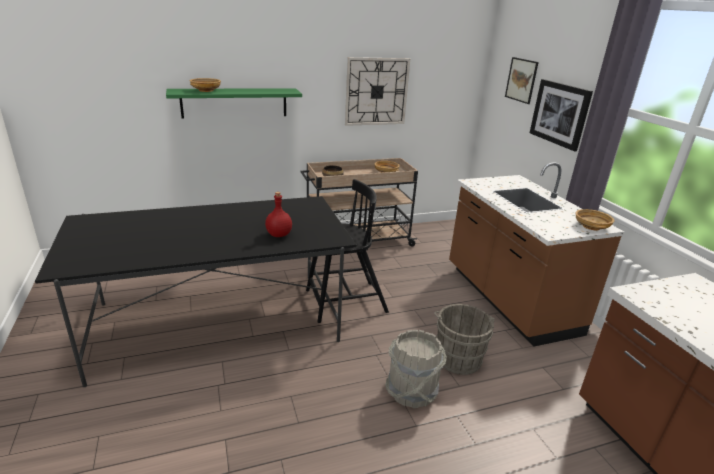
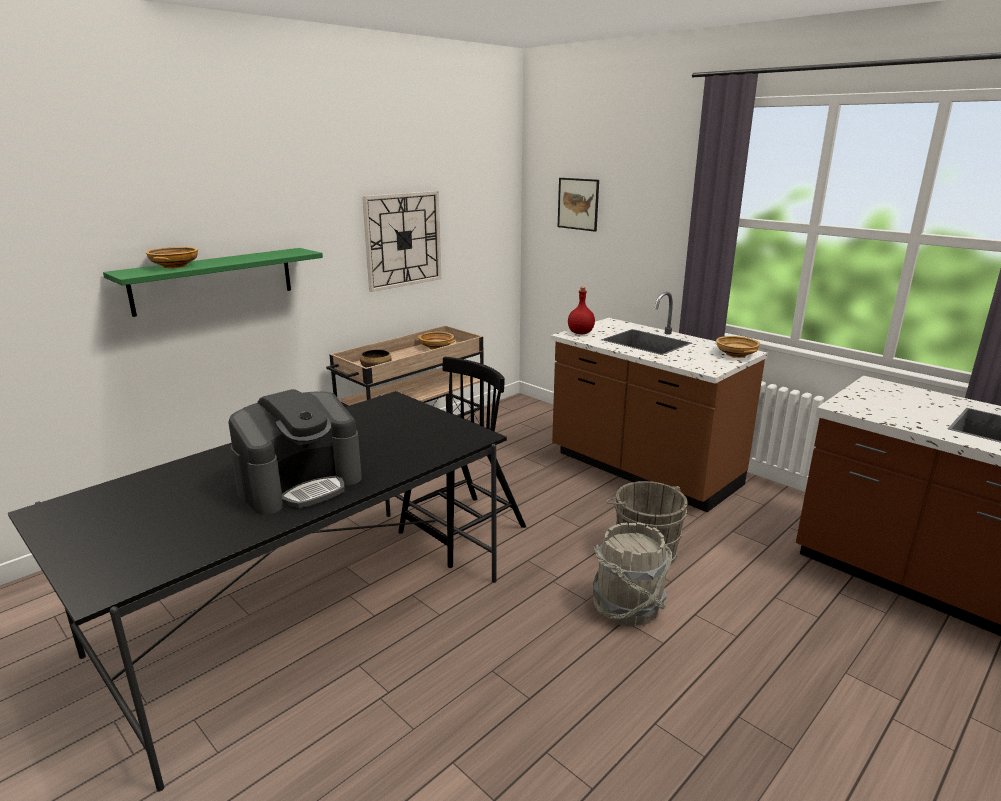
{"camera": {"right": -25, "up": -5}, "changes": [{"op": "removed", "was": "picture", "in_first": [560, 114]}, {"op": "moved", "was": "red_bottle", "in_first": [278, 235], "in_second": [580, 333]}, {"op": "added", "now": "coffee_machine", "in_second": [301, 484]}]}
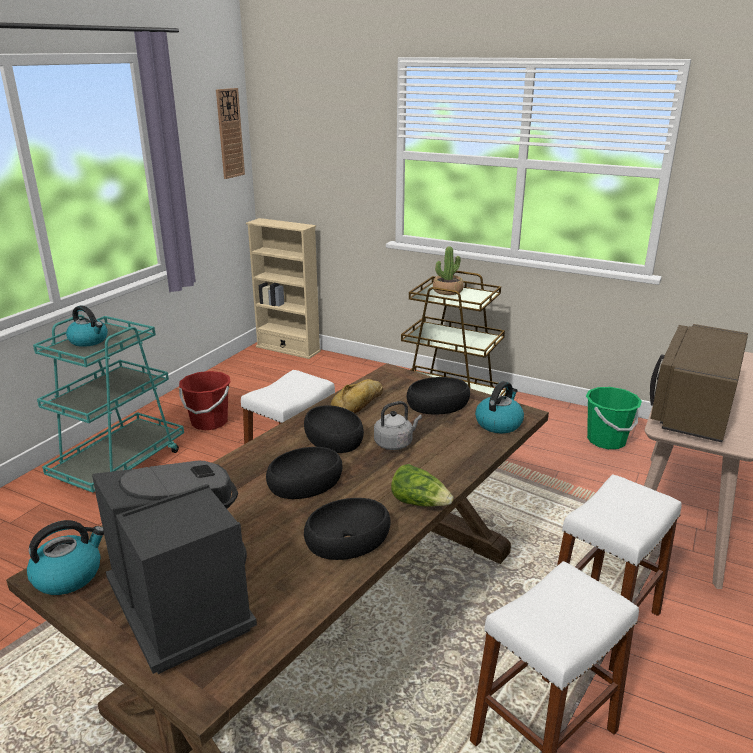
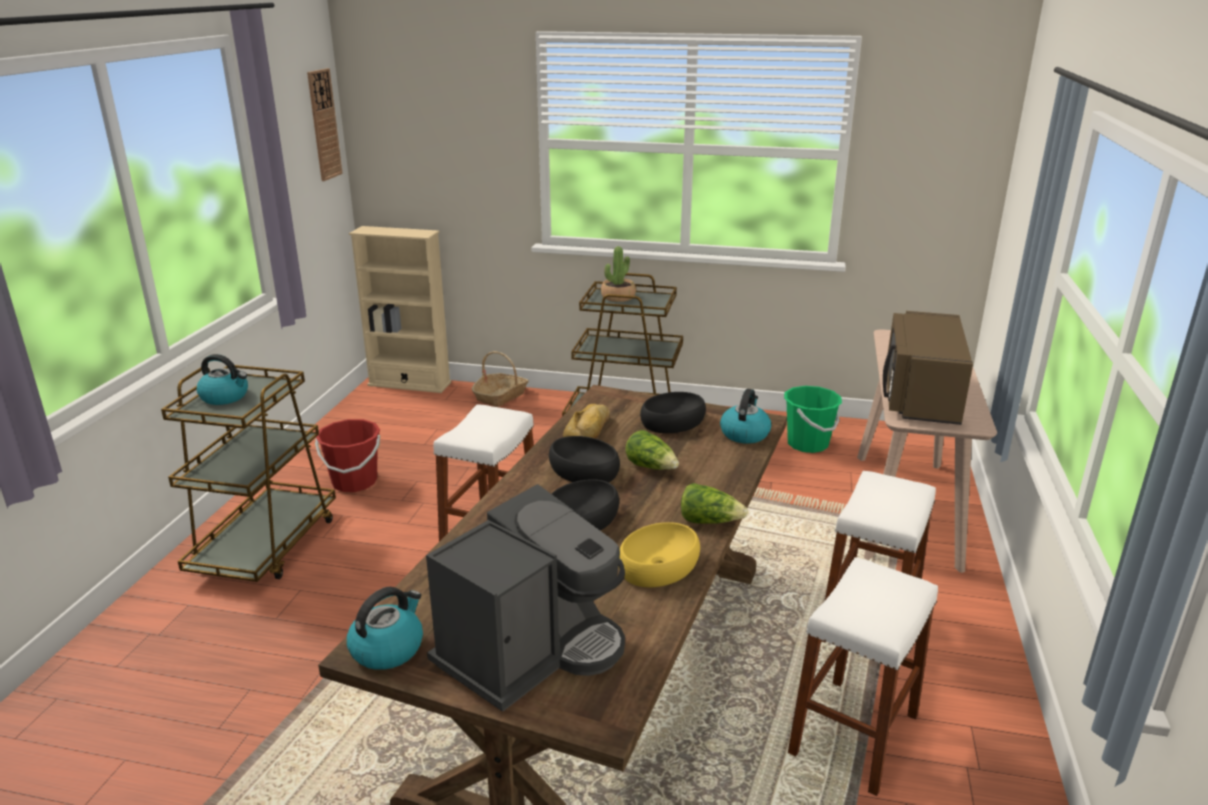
{"camera": {"right": -15, "up": 0}, "changes": [{"op": "recoloured", "was": "turquoise_cart", "now": "brown_cart", "in_first": [120, 464], "in_second": [266, 545]}, {"op": "replaced", "was": "grey_kettle", "now": "lettuce", "in_first": [395, 443], "in_second": [651, 467]}, {"op": "turned", "was": "coffee_machine", "in_first": [184, 602], "in_second": [531, 651], "clockwise": 90}, {"op": "recoloured", "was": "black_bowl", "now": "yellow_bowl", "in_first": [347, 539], "in_second": [659, 566]}, {"op": "added", "now": "basket", "in_second": [501, 396]}]}
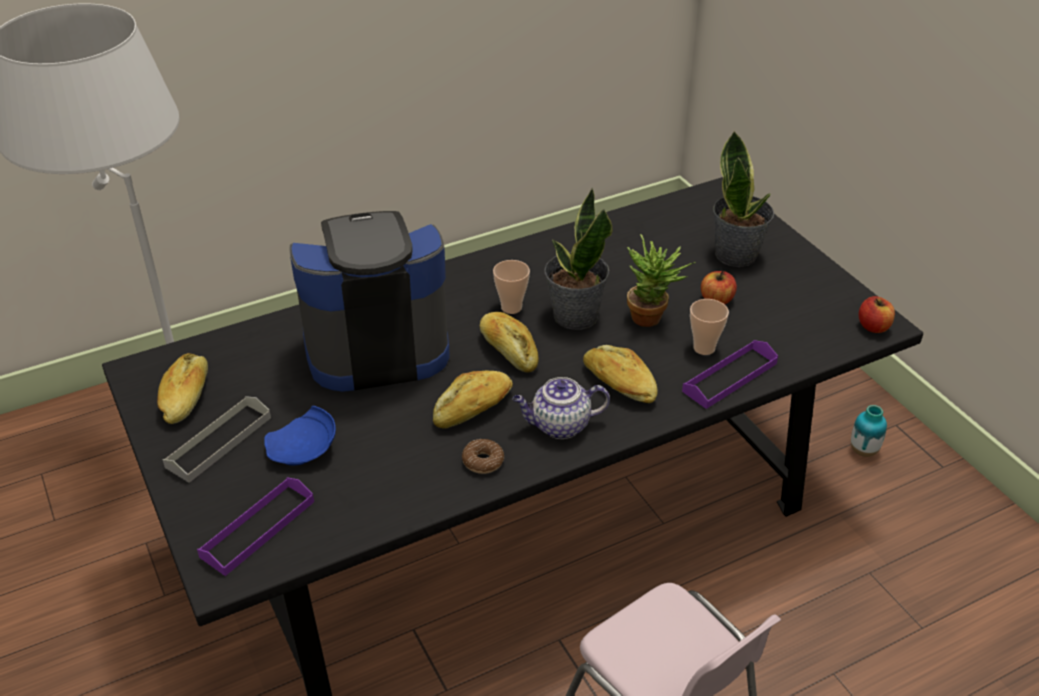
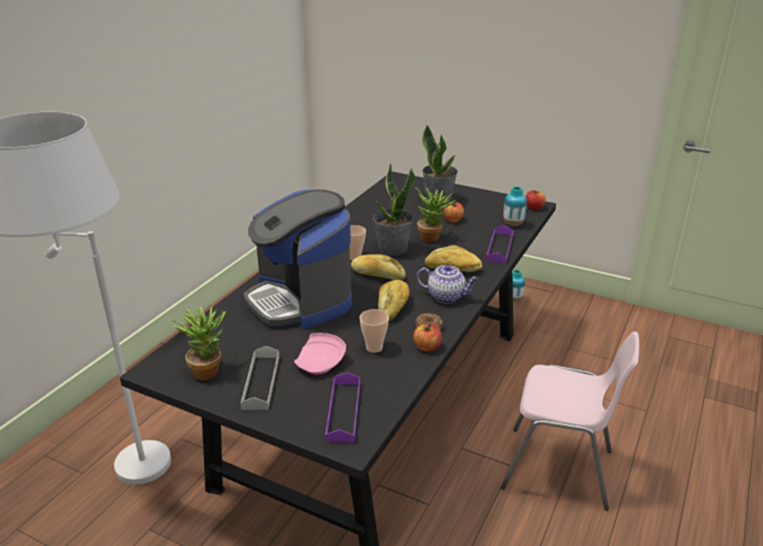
{"camera": {"right": -35, "up": -10}, "changes": [{"op": "turned", "was": "coffee_machine", "in_first": [376, 347], "in_second": [300, 300], "clockwise": -75}, {"op": "moved", "was": "cup", "in_first": [704, 348], "in_second": [374, 348]}, {"op": "replaced", "was": "bread", "now": "potted_plant", "in_first": [186, 397], "in_second": [208, 369]}, {"op": "turned", "was": "teapot", "in_first": [559, 426], "in_second": [447, 296], "clockwise": -120}, {"op": "recoloured", "was": "blue_plate", "now": "pink_plate", "in_first": [304, 450], "in_second": [321, 363]}, {"op": "added", "now": "vase", "in_second": [513, 224]}, {"op": "added", "now": "apple", "in_second": [427, 347]}]}
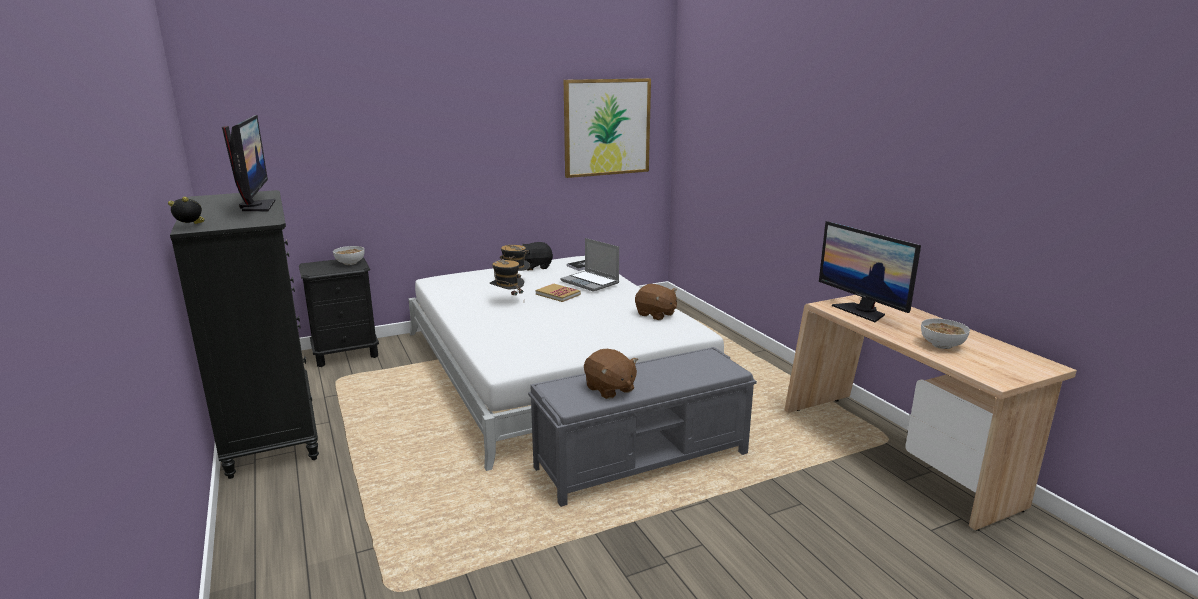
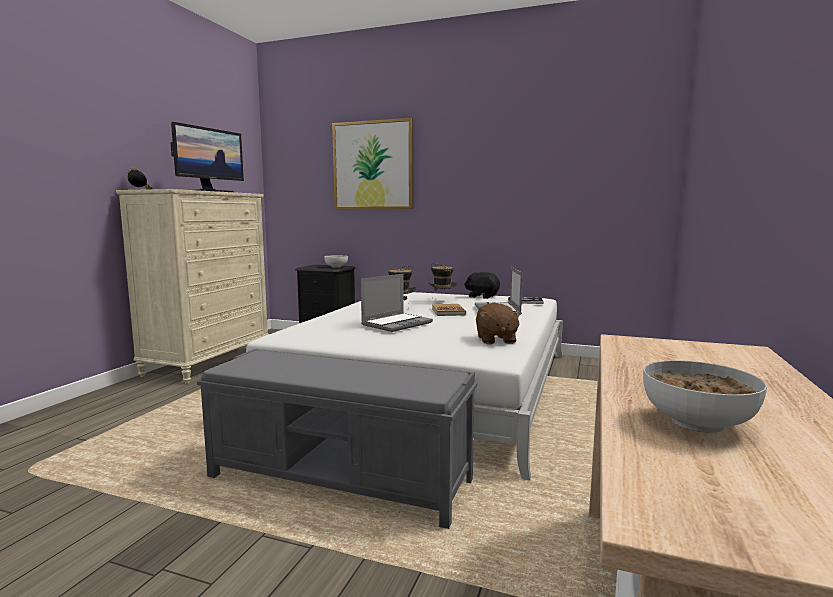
{"camera": {"right": 45, "up": -10}, "changes": [{"op": "moved", "was": "picture", "in_first": [607, 127], "in_second": [373, 165]}, {"op": "recoloured", "was": "black_dresser", "now": "beige_dresser", "in_first": [270, 429], "in_second": [209, 362]}, {"op": "removed", "was": "monitor", "in_first": [862, 311]}, {"op": "removed", "was": "brown_plush_toy", "in_first": [609, 389]}, {"op": "added", "now": "laptop", "in_second": [397, 323]}]}
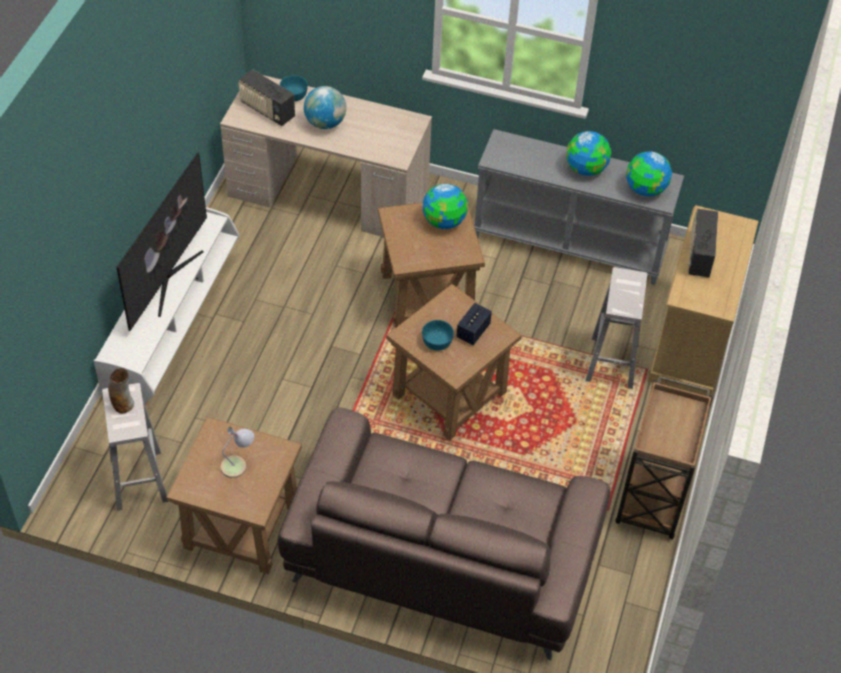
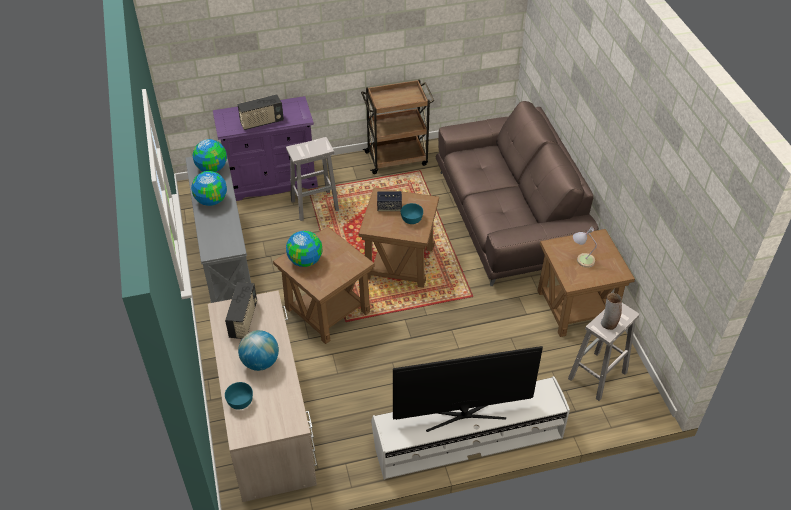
{"camera": {"right": -120, "up": -5}, "changes": [{"op": "moved", "was": "radio", "in_first": [267, 110], "in_second": [244, 320]}, {"op": "recoloured", "was": "beige_dresser", "now": "purple_dresser", "in_first": [691, 341], "in_second": [271, 181]}]}
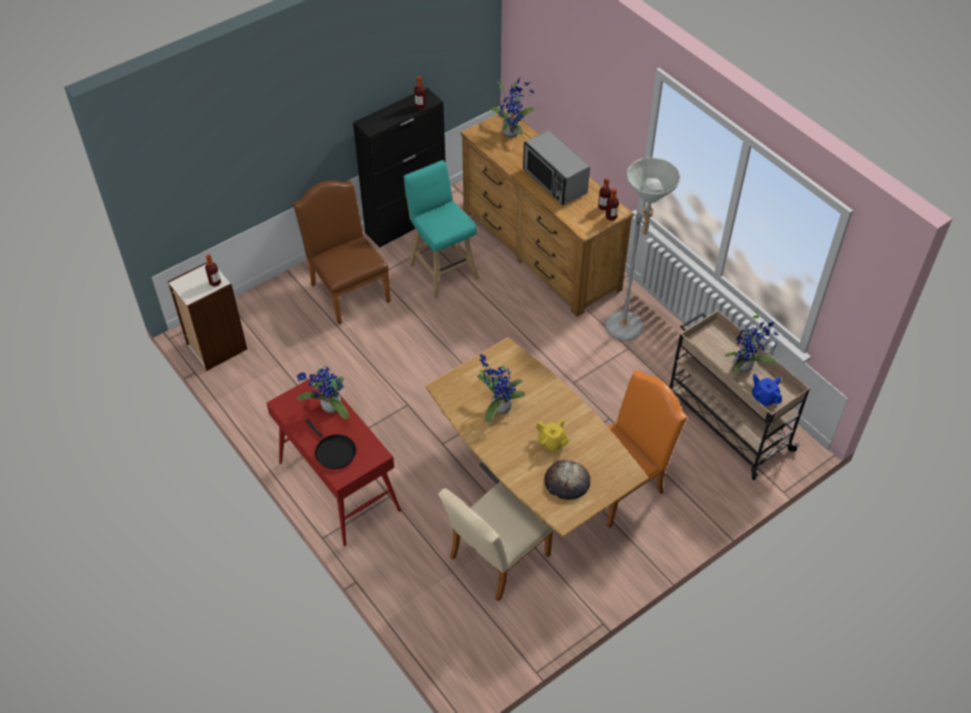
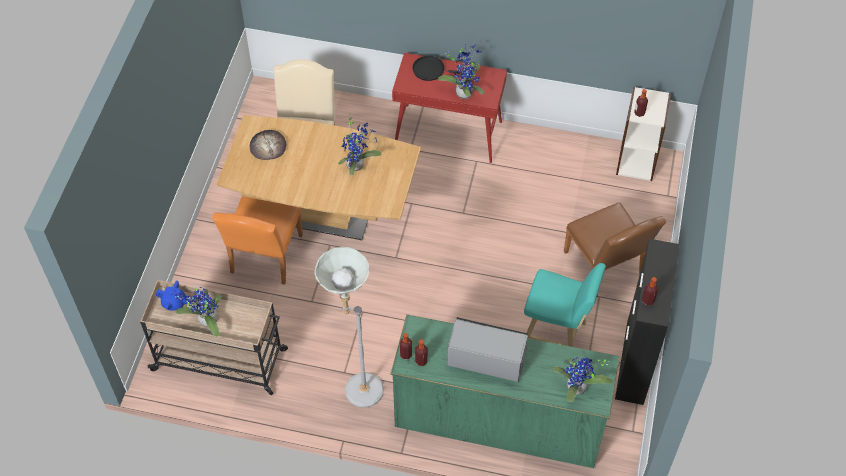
{"camera": {"right": 140, "up": 5}, "changes": [{"op": "recoloured", "was": "brown_dresser", "now": "green_dresser", "in_first": [540, 249], "in_second": [499, 419]}, {"op": "turned", "was": "brown_chair", "in_first": [348, 289], "in_second": [606, 268], "clockwise": 45}, {"op": "removed", "was": "yellow_teapot", "in_first": [552, 442]}]}
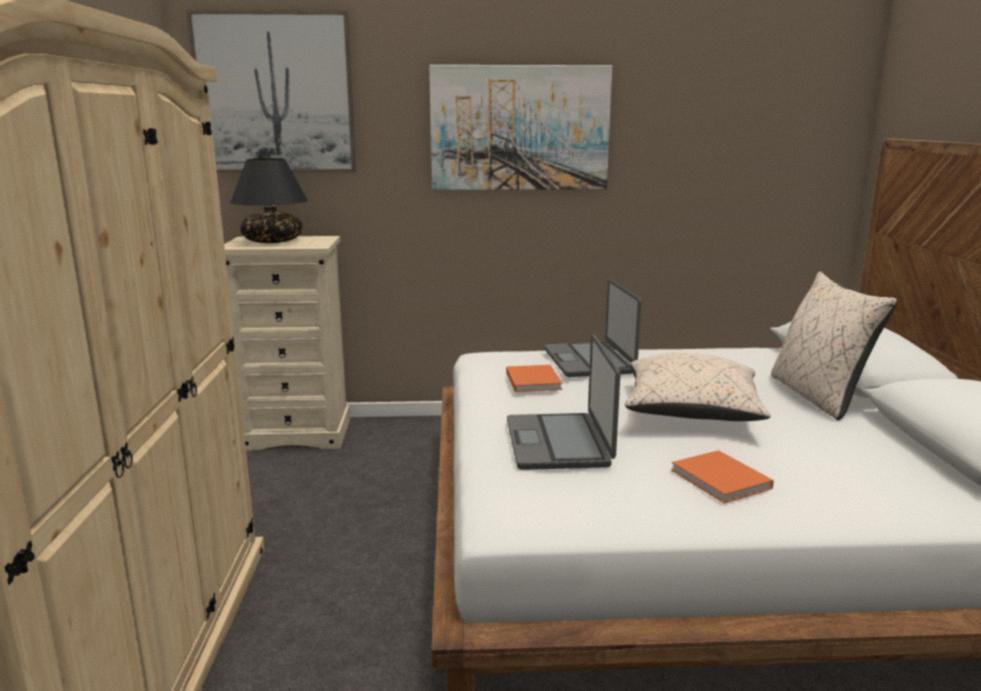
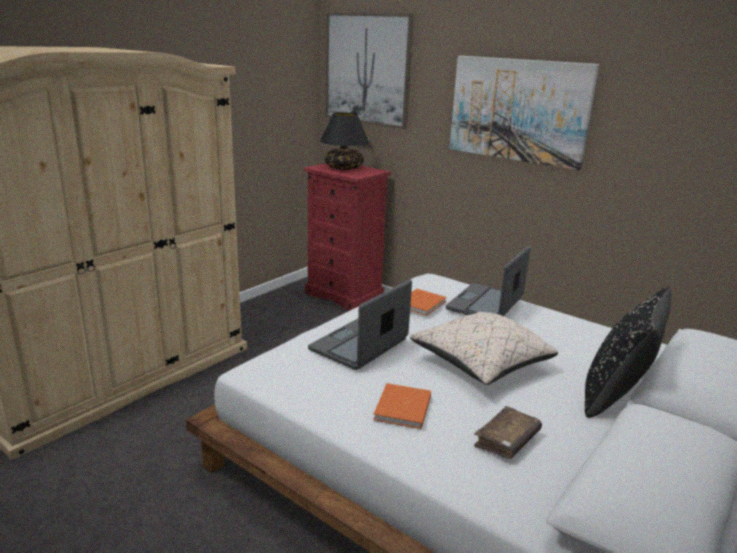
{"camera": {"right": 40, "up": 5}, "changes": [{"op": "recoloured", "was": "beige_dresser", "now": "red_dresser", "in_first": [297, 434], "in_second": [344, 295]}, {"op": "recoloured", "was": "beige_pillow", "now": "black_pillow", "in_first": [818, 396], "in_second": [615, 396]}, {"op": "added", "now": "brown_book", "in_second": [507, 440]}]}
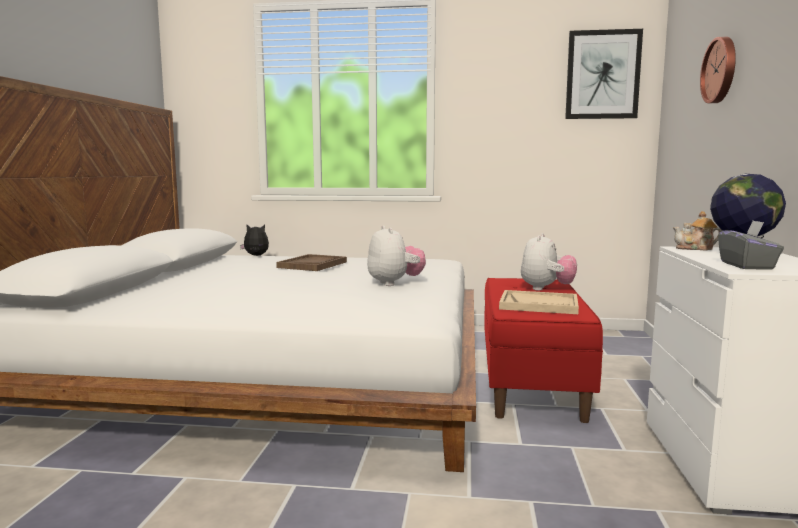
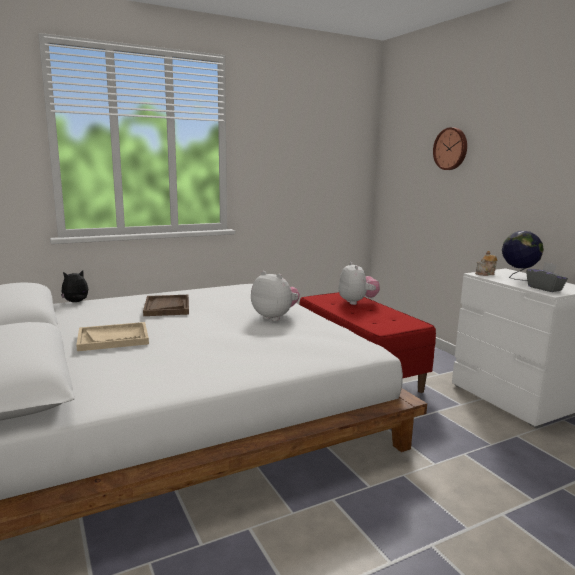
{"camera": {"right": -35, "up": 5}, "changes": [{"op": "removed", "was": "picture", "in_first": [602, 75]}, {"op": "moved", "was": "beige_tray", "in_first": [539, 305], "in_second": [113, 338]}]}
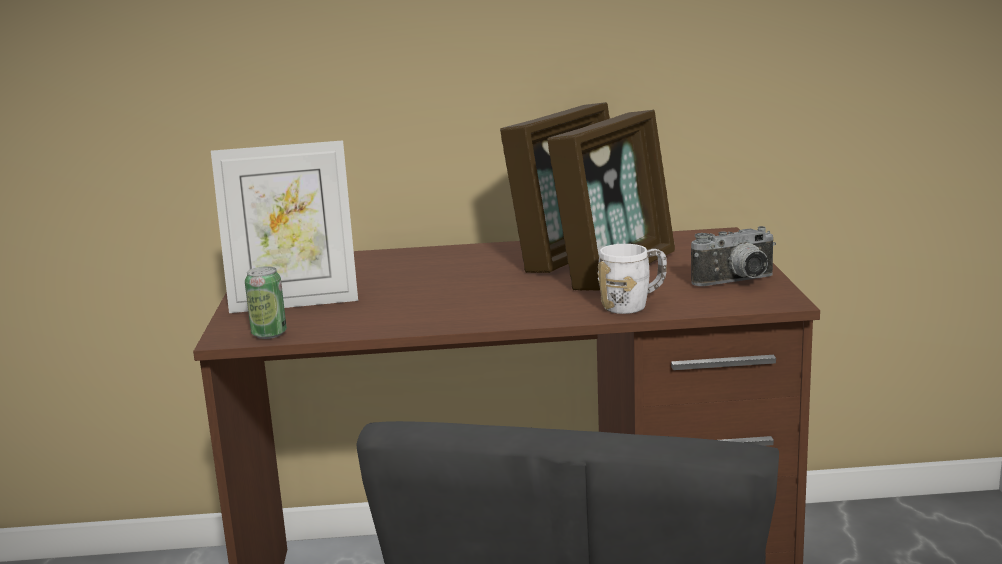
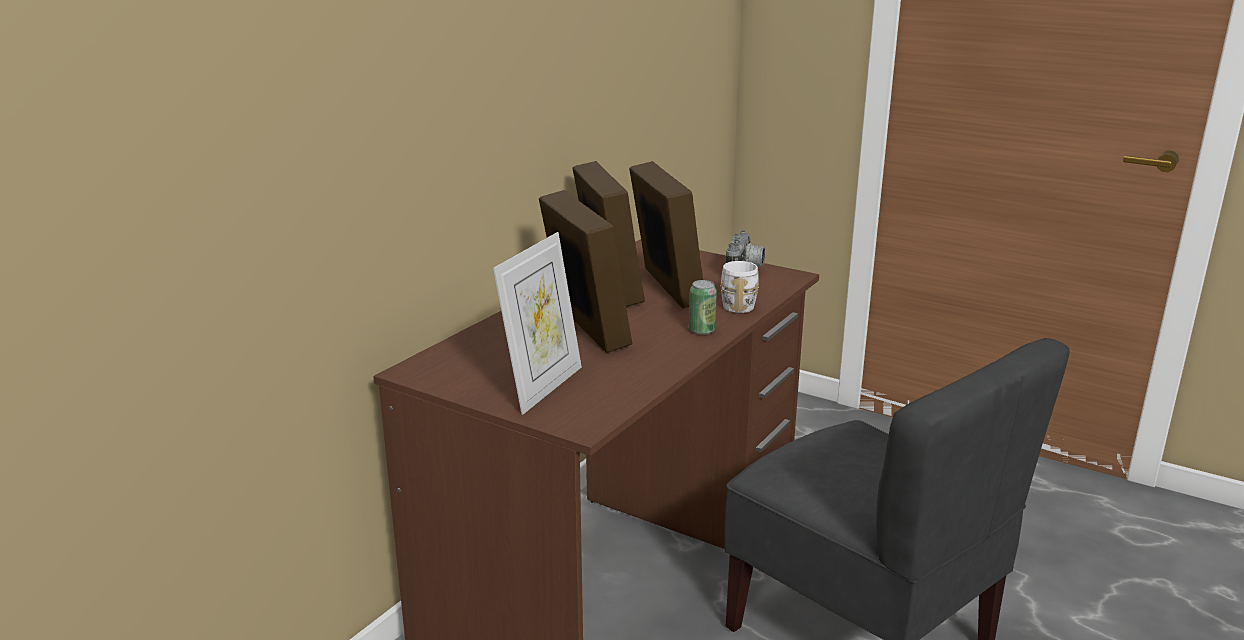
{"camera": {"right": -55, "up": 5}, "changes": [{"op": "moved", "was": "can", "in_first": [269, 334], "in_second": [701, 330]}, {"op": "added", "now": "picture_frame", "in_second": [585, 329]}]}
